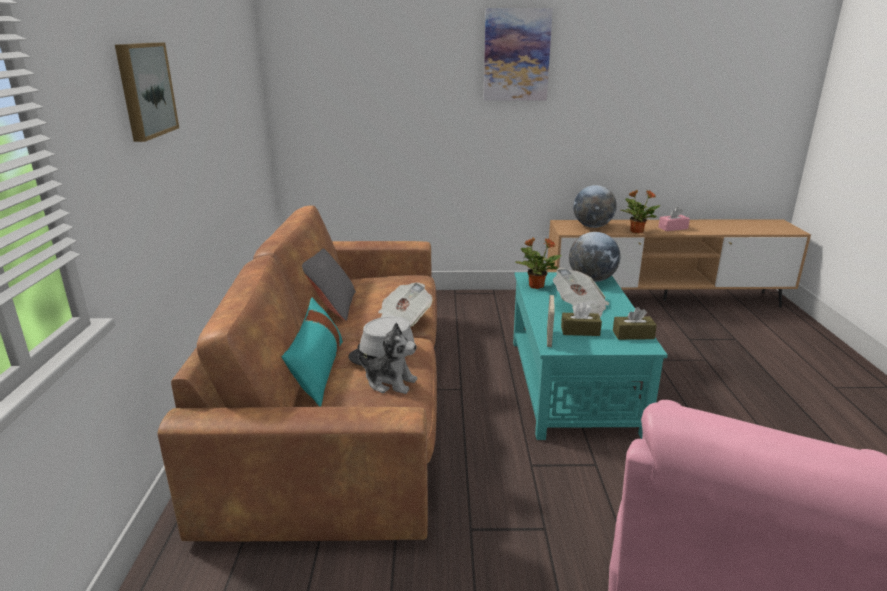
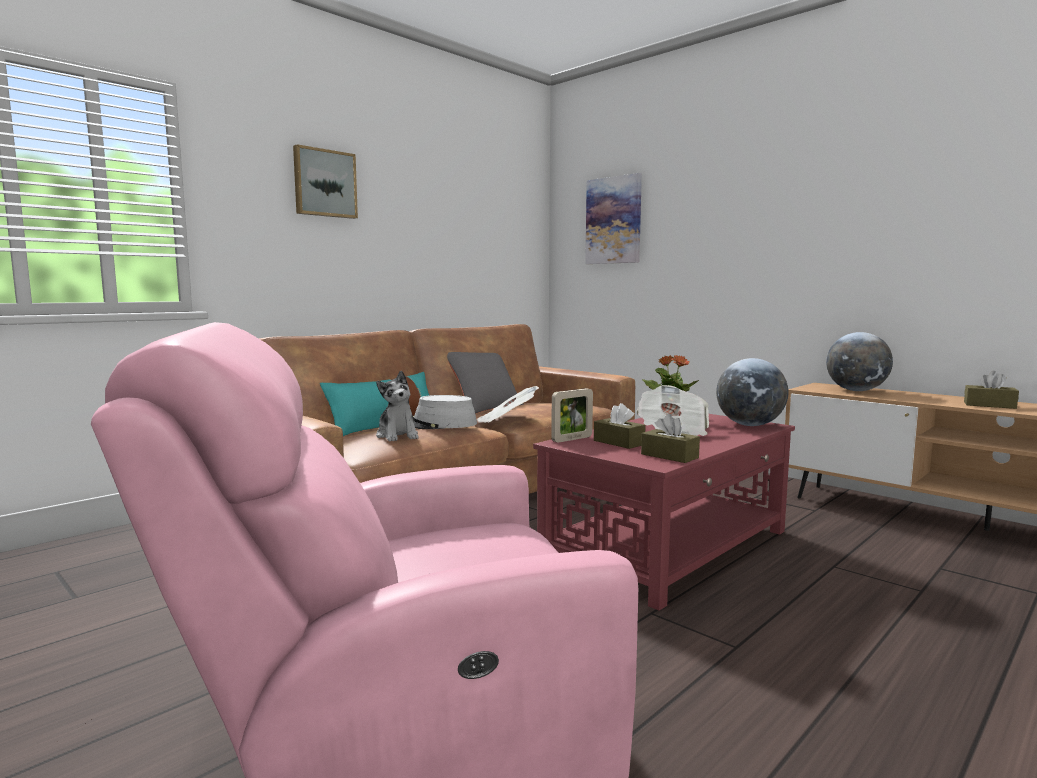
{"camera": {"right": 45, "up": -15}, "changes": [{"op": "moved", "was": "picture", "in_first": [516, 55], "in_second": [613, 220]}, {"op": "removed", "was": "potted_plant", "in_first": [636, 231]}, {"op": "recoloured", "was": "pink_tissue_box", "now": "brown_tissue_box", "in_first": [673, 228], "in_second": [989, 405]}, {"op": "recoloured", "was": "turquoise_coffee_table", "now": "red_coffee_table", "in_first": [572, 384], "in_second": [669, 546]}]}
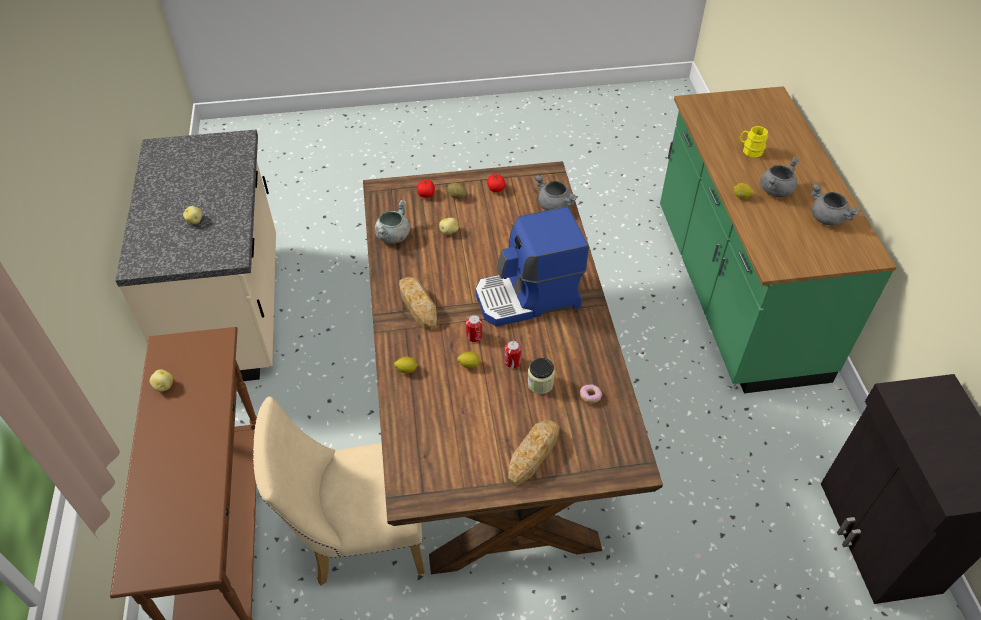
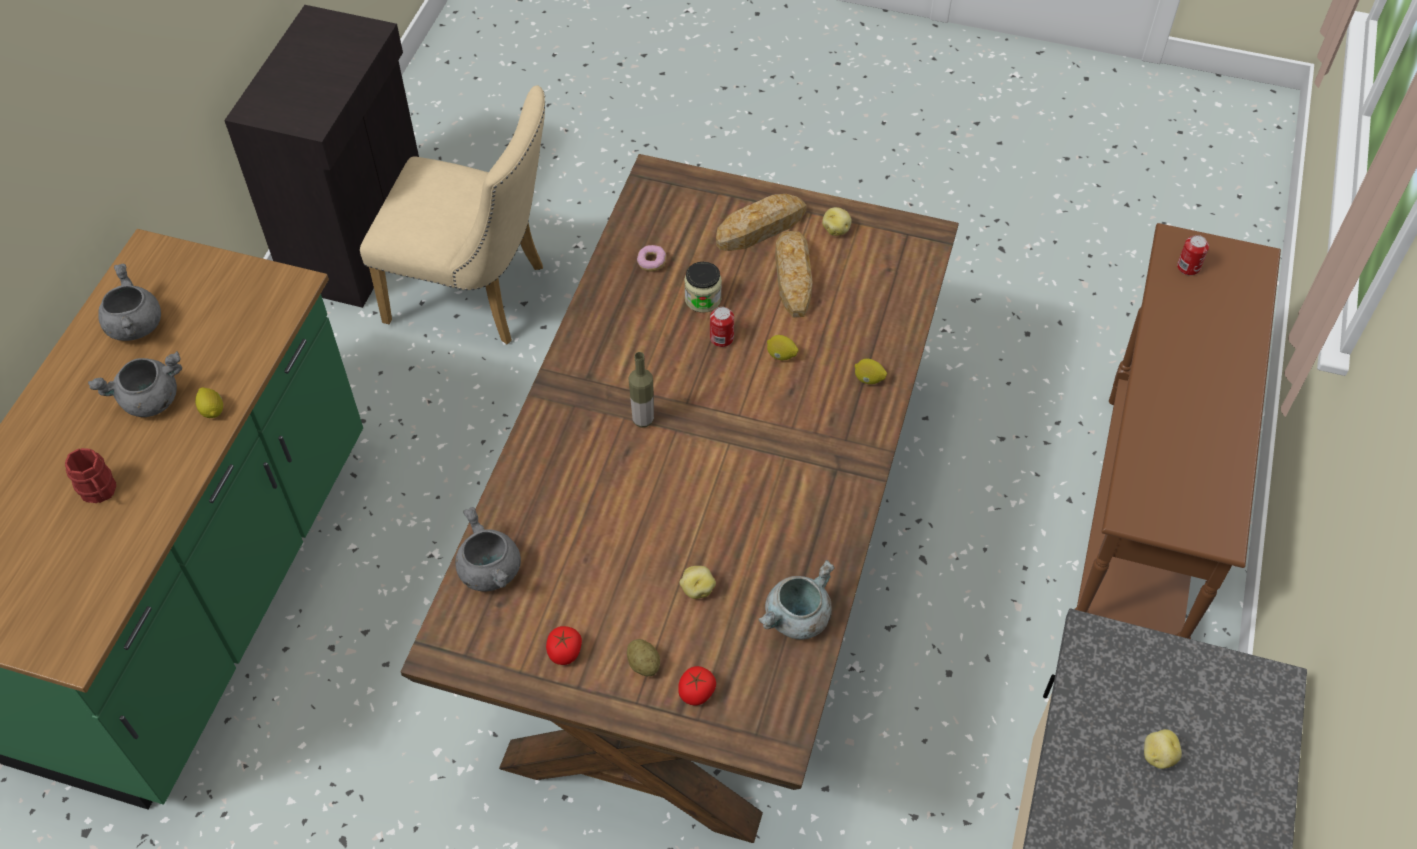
{"camera": {"right": -155, "up": 5}, "changes": [{"op": "recoloured", "was": "yellow_mug", "now": "red_mug", "in_first": [750, 150], "in_second": [100, 492]}, {"op": "replaced", "was": "coffee_machine", "now": "bottle", "in_first": [528, 298], "in_second": [643, 419]}, {"op": "moved", "was": "bread", "in_first": [418, 305], "in_second": [793, 277]}, {"op": "moved", "was": "can", "in_first": [474, 336], "in_second": [1188, 267]}, {"op": "moved", "was": "potato", "in_first": [164, 386], "in_second": [836, 229]}, {"op": "moved", "was": "beige_chair", "in_first": [358, 538], "in_second": [477, 296]}]}
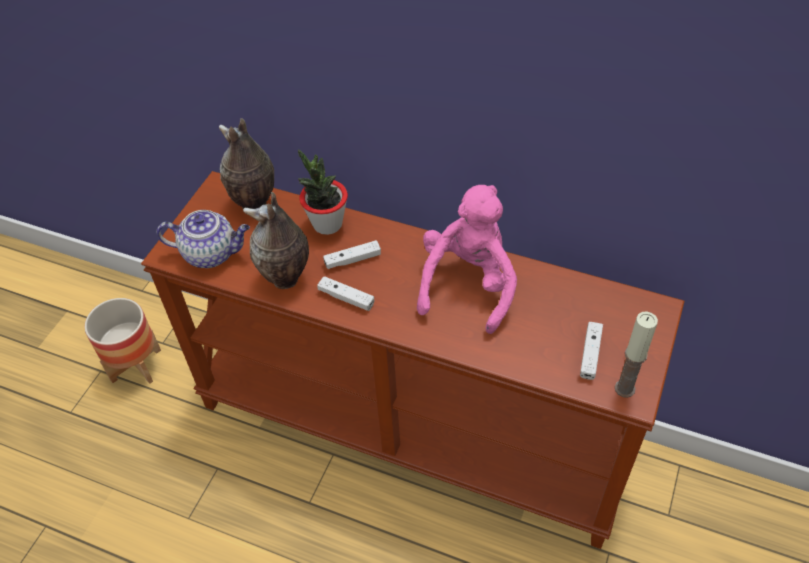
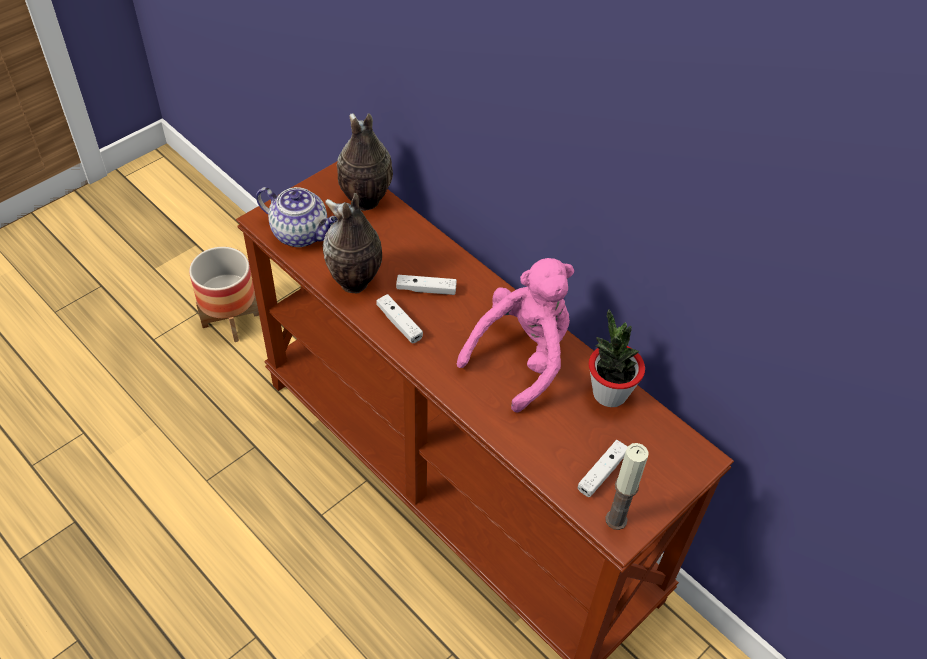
{"camera": {"right": 20, "up": 0}, "changes": [{"op": "moved", "was": "potted_plant", "in_first": [327, 224], "in_second": [609, 393]}]}
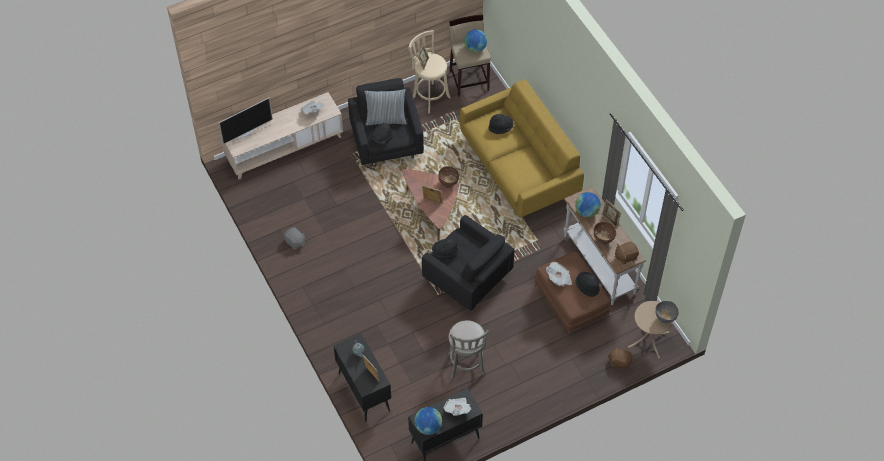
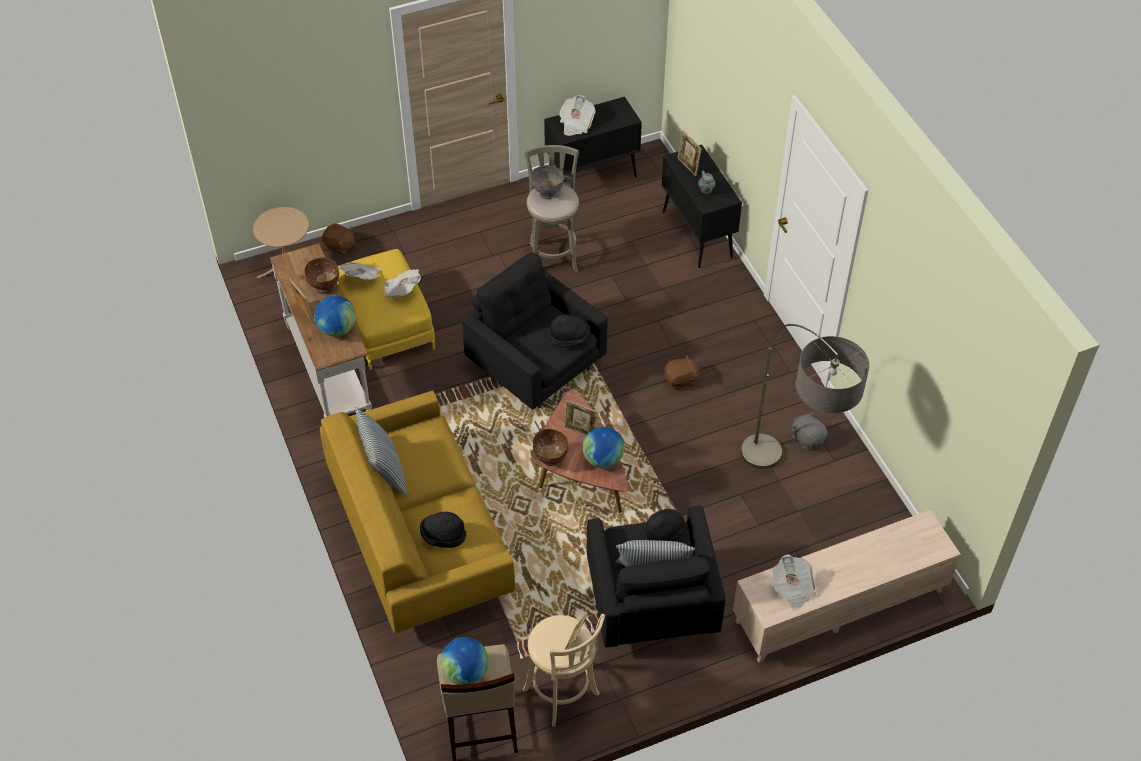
{"camera": {"right": -175, "up": -5}, "changes": [{"op": "removed", "was": "television", "in_first": [247, 133]}, {"op": "moved", "was": "brown_plush_toy", "in_first": [625, 256], "in_second": [681, 380]}, {"op": "recoloured", "was": "brown_ottoman", "now": "yellow_ottoman", "in_first": [571, 301], "in_second": [385, 324]}, {"op": "replaced", "was": "black_hat", "now": "newspaper", "in_first": [587, 286], "in_second": [362, 278]}, {"op": "moved", "was": "grey_bowl", "in_first": [665, 318], "in_second": [547, 193]}, {"op": "moved", "was": "globe", "in_first": [428, 426], "in_second": [603, 460]}, {"op": "added", "now": "floor_lamp", "in_second": [790, 487]}, {"op": "added", "now": "pillow", "in_second": [384, 471]}]}
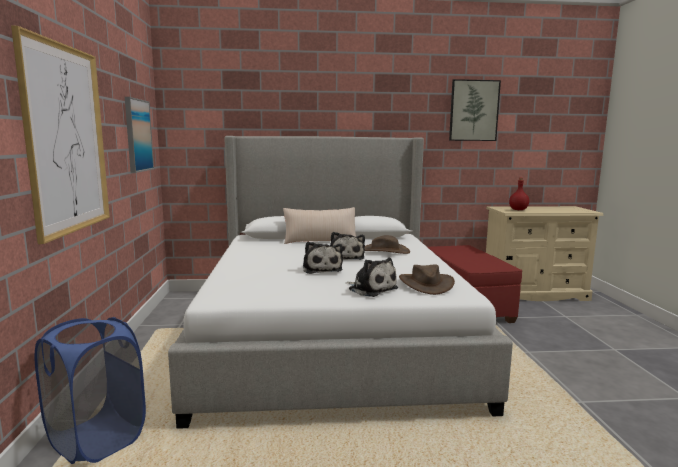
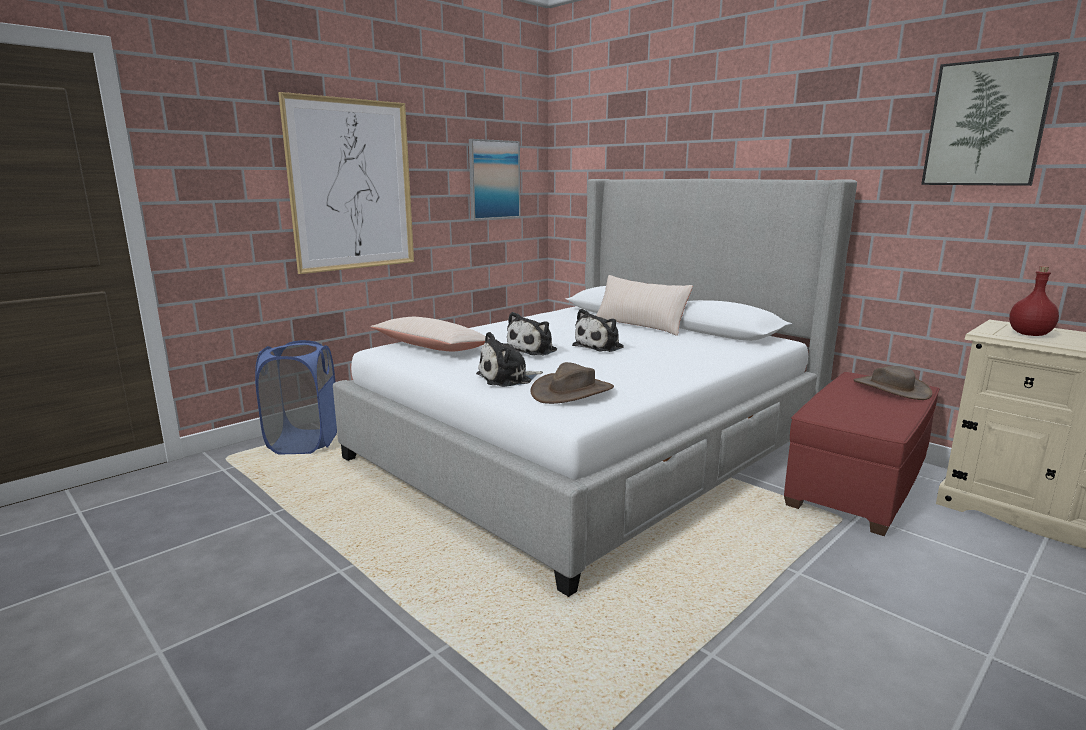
{"camera": {"right": 50, "up": 5}, "changes": [{"op": "moved", "was": "brown_hat", "in_first": [385, 251], "in_second": [891, 389]}, {"op": "turned", "was": "plush_toy", "in_first": [371, 289], "in_second": [507, 378], "clockwise": 60}, {"op": "added", "now": "beige_pillow", "in_second": [431, 347]}]}
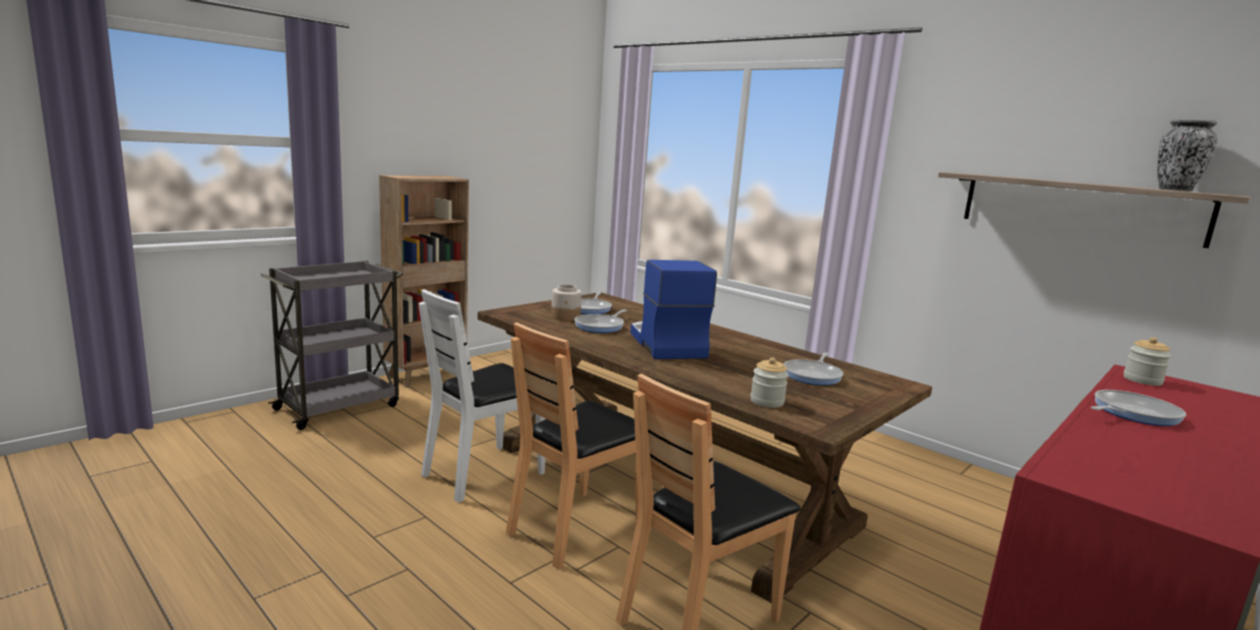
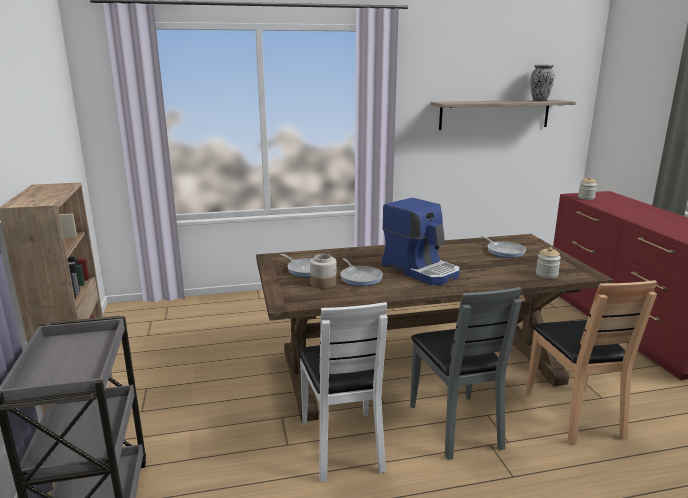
{"camera": {"right": -55, "up": 5}, "changes": [{"op": "turned", "was": "coffee_machine", "in_first": [665, 344], "in_second": [421, 270], "clockwise": -150}, {"op": "recoloured", "was": "brown_chair", "now": "grey_chair", "in_first": [575, 528], "in_second": [456, 425]}, {"op": "removed", "was": "frying_pan", "in_first": [1132, 413]}]}
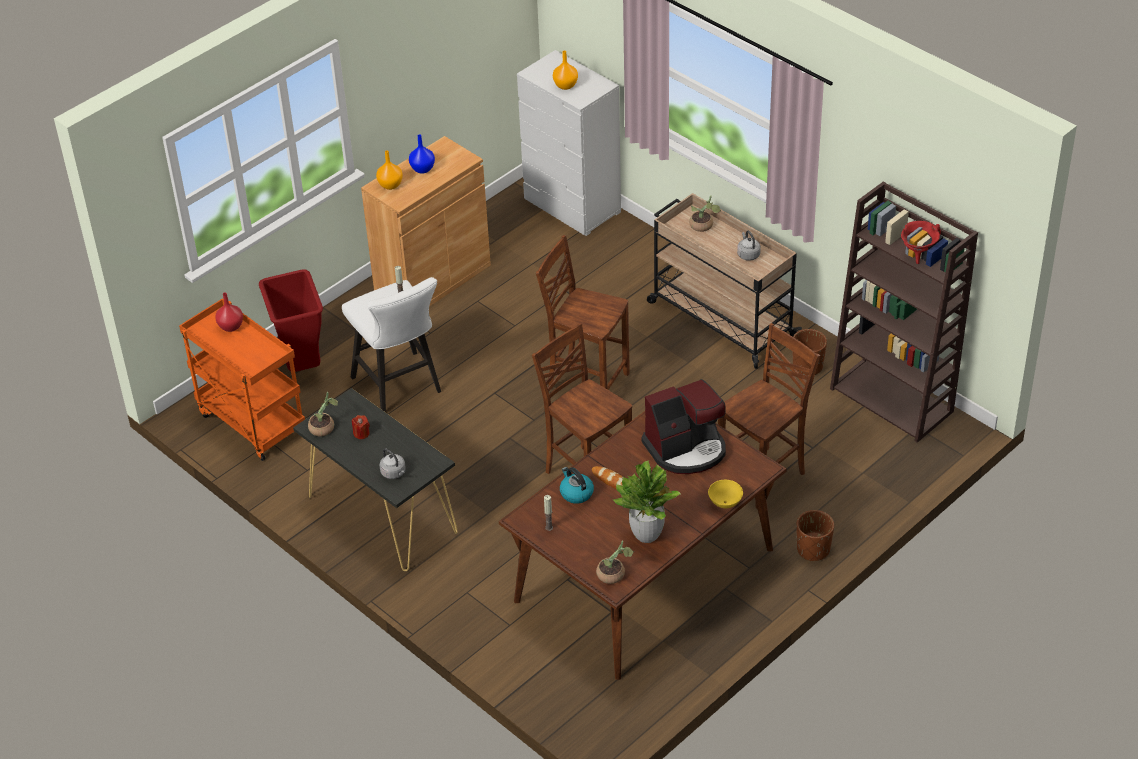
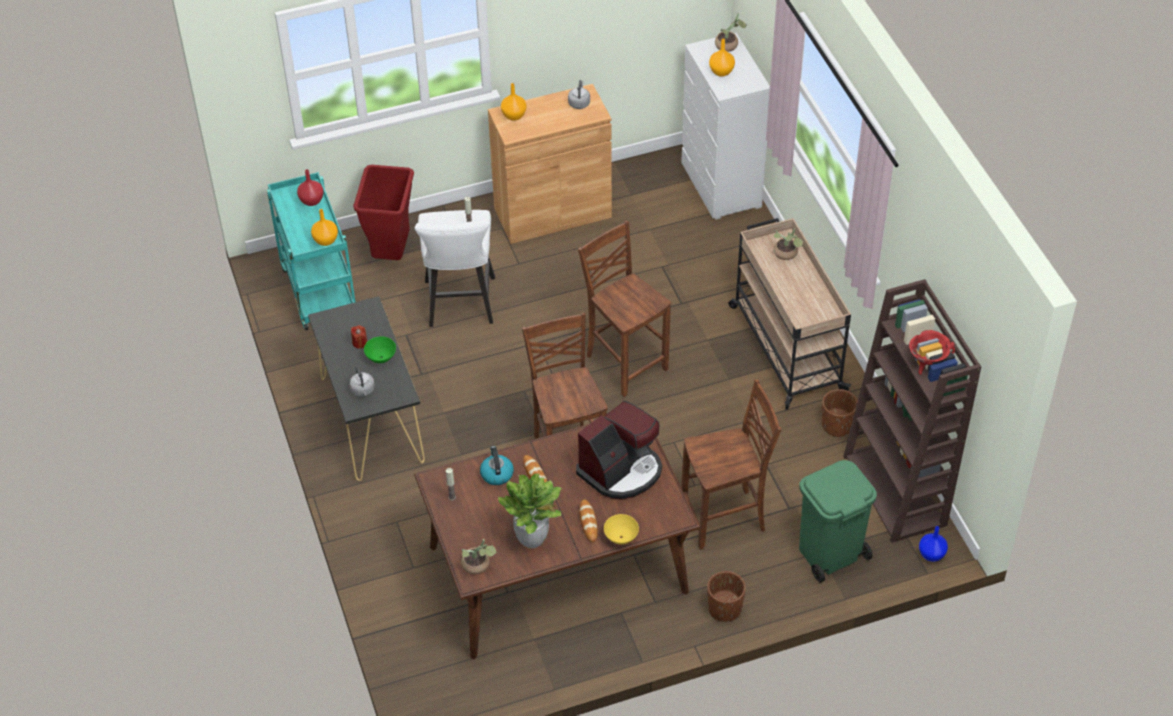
{"camera": {"right": 25, "up": 5}, "changes": [{"op": "moved", "was": "blue_vase", "in_first": [422, 169], "in_second": [931, 554]}, {"op": "moved", "was": "grey_kettle", "in_first": [748, 254], "in_second": [579, 103]}, {"op": "recoloured", "was": "orange_cart", "now": "turquoise_cart", "in_first": [250, 422], "in_second": [317, 291]}, {"op": "turned", "was": "coffee_machine", "in_first": [686, 449], "in_second": [621, 470], "clockwise": -45}, {"op": "moved", "was": "potted_plant", "in_first": [325, 428], "in_second": [729, 46]}, {"op": "added", "now": "orange_vase", "in_second": [325, 240]}, {"op": "added", "now": "green_bowl", "in_second": [380, 358]}, {"op": "added", "now": "green_trash_can", "in_second": [829, 553]}, {"op": "added", "now": "bread", "in_second": [588, 522]}]}
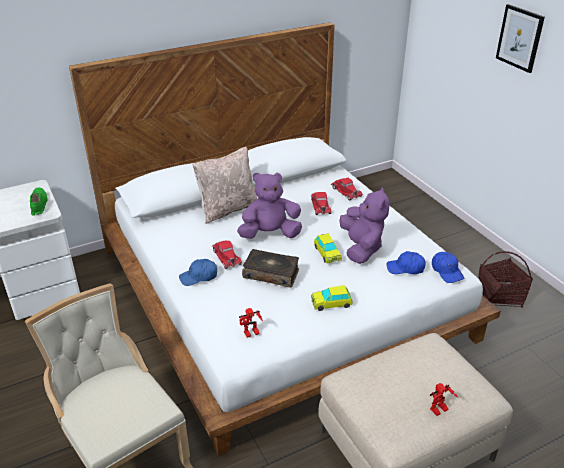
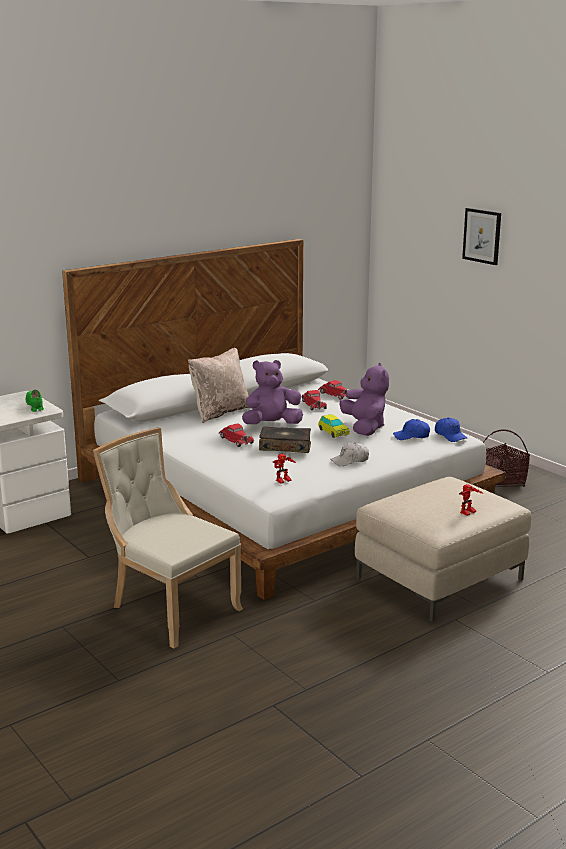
{"camera": {"right": -10, "up": -15}, "changes": [{"op": "removed", "was": "blue_cap", "in_first": [199, 277]}, {"op": "replaced", "was": "toy_car", "now": "white_cap", "in_first": [331, 303], "in_second": [350, 460]}]}
